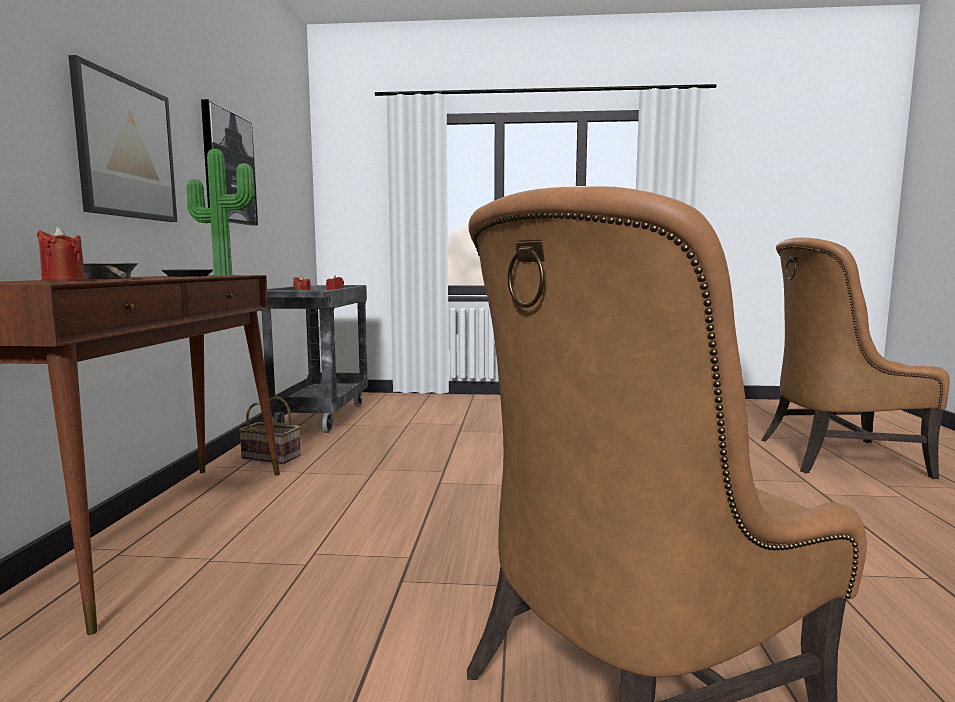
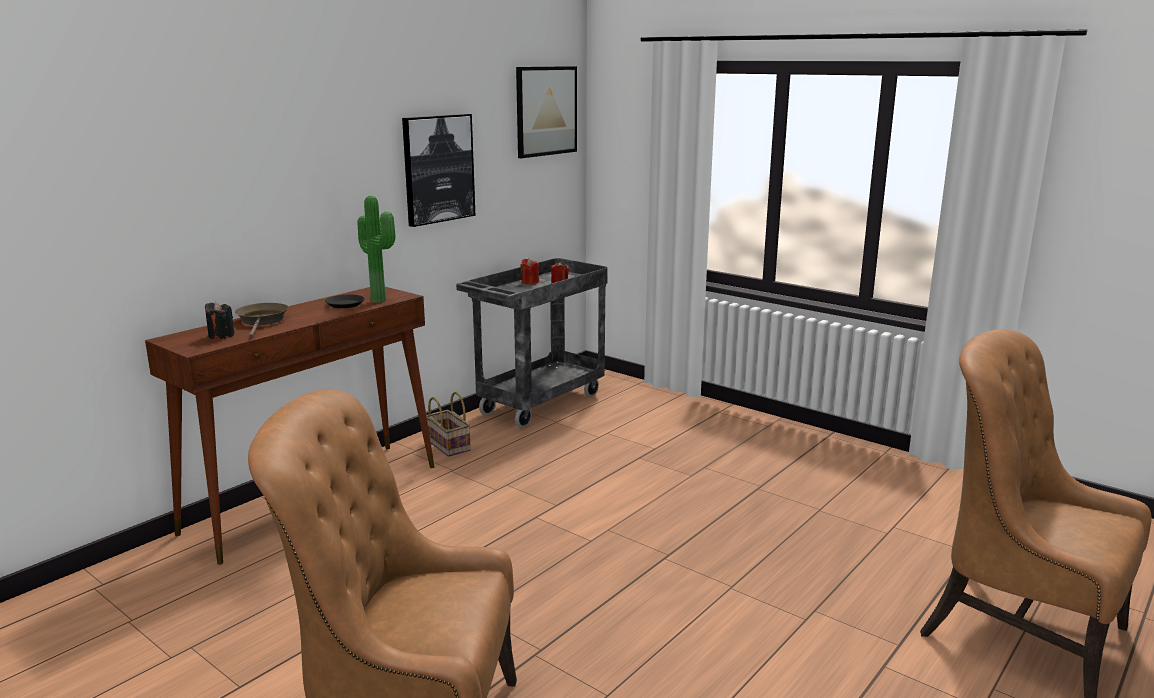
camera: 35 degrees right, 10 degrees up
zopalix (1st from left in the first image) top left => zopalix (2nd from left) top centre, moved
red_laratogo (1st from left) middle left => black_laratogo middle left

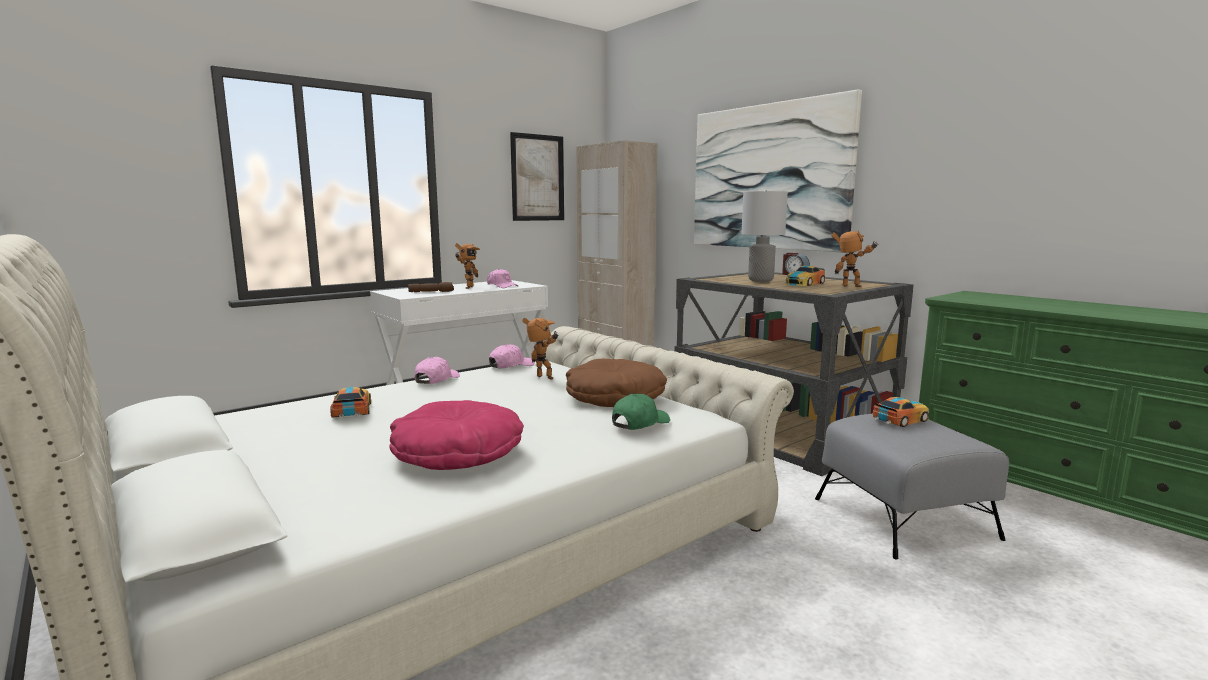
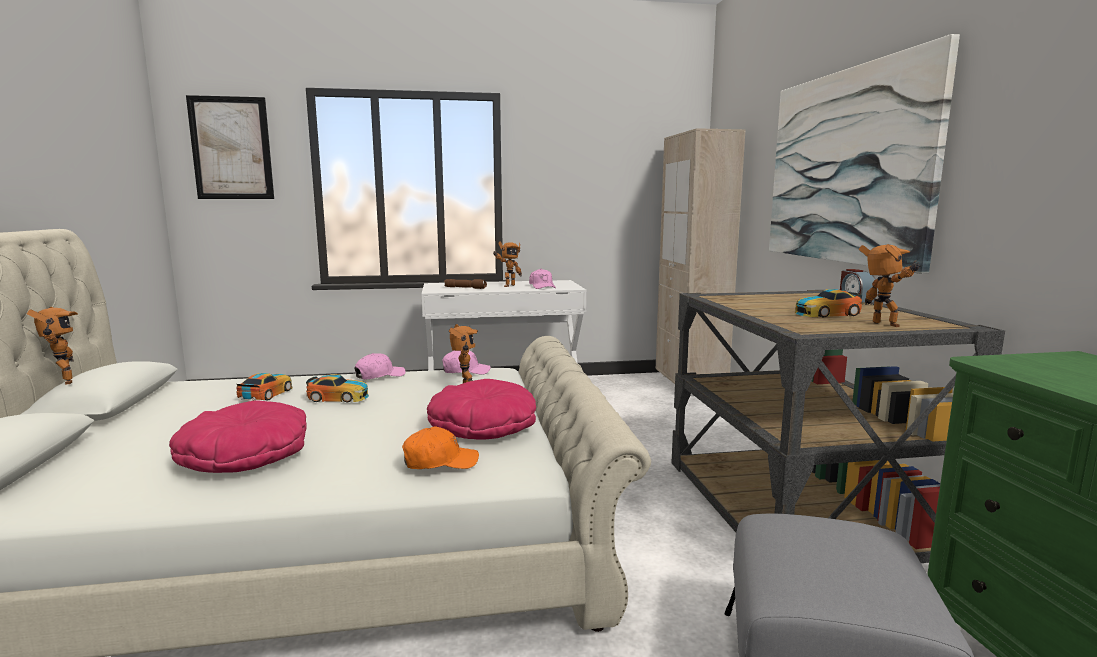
camera: 30 degrees right, 0 degrees up
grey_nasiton centre => nothing
nothing => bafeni (1st from left) middle left
zopalix (1st from left) top centre => zopalix (1st from left) top left, moved
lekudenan (3rd from left in the first image) middle right => lekudenan (2nd from left) middle left, moved
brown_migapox centre => pink_migapox (2nd from left) centre
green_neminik centre => orange_neminik bottom centre

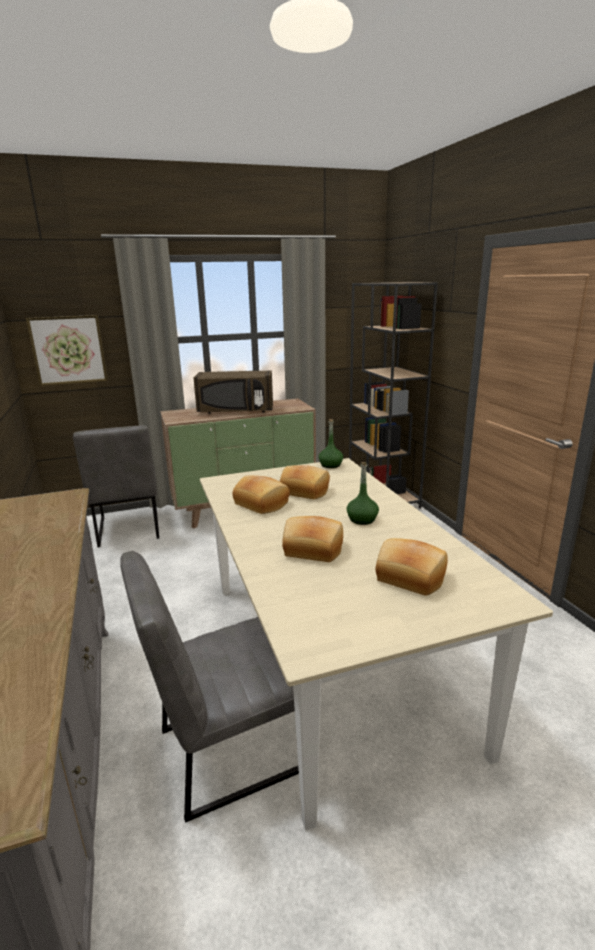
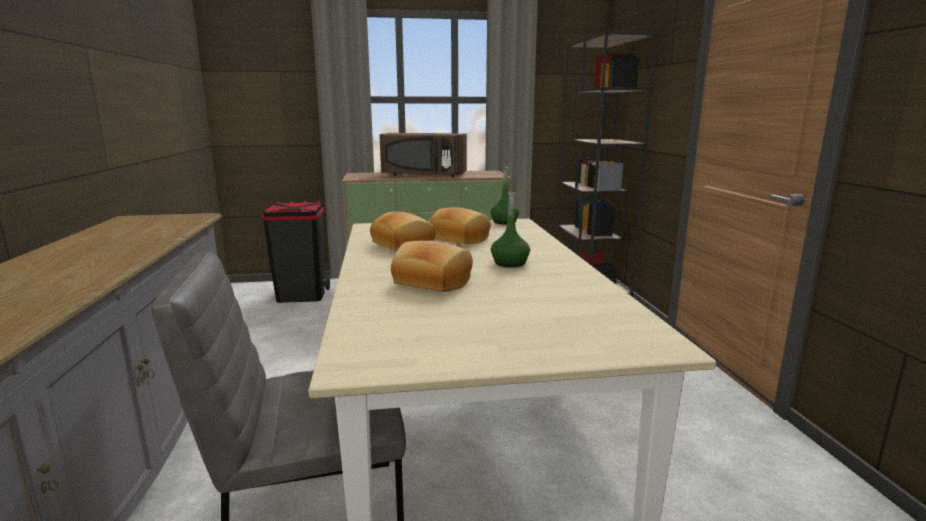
camera: 10 degrees right, 5 degrees down
zopalix middle left => nothing
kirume (4th from left) middle right => nothing
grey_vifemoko (1st from left) middle left => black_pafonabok middle left

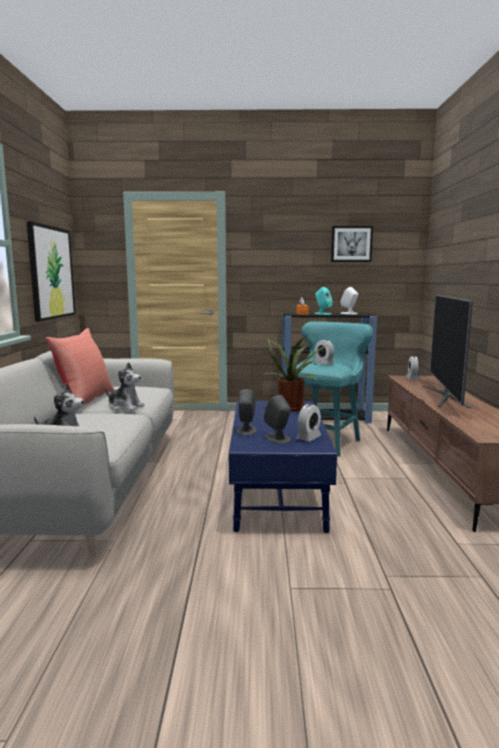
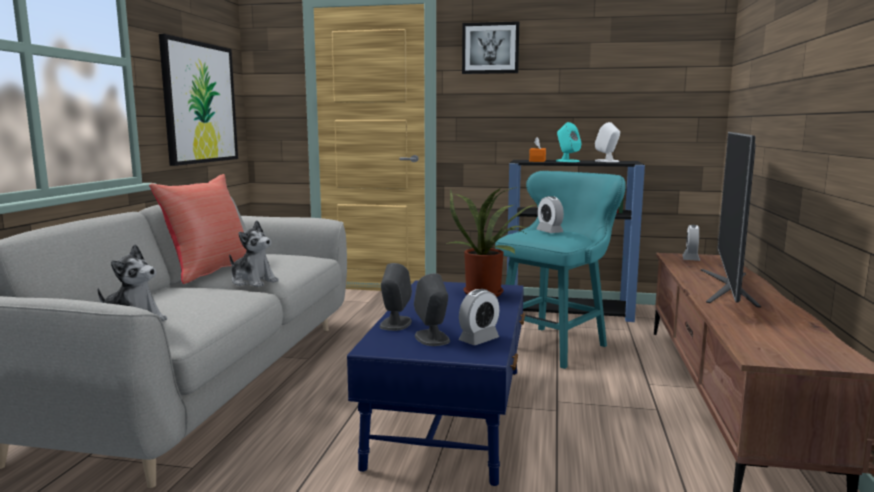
camera: 10 degrees right, 0 degrees up
zopalix (2nd from left) top right => zopalix (2nd from left) top centre, moved

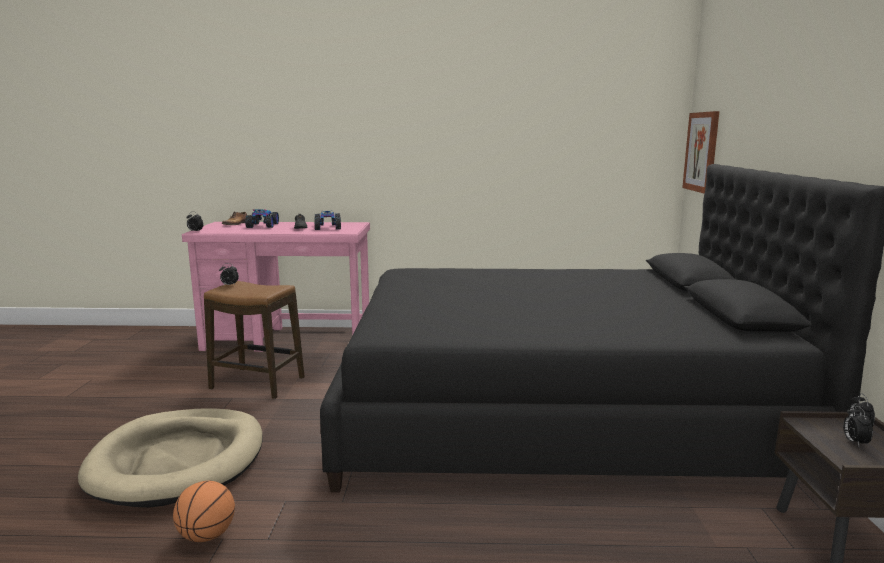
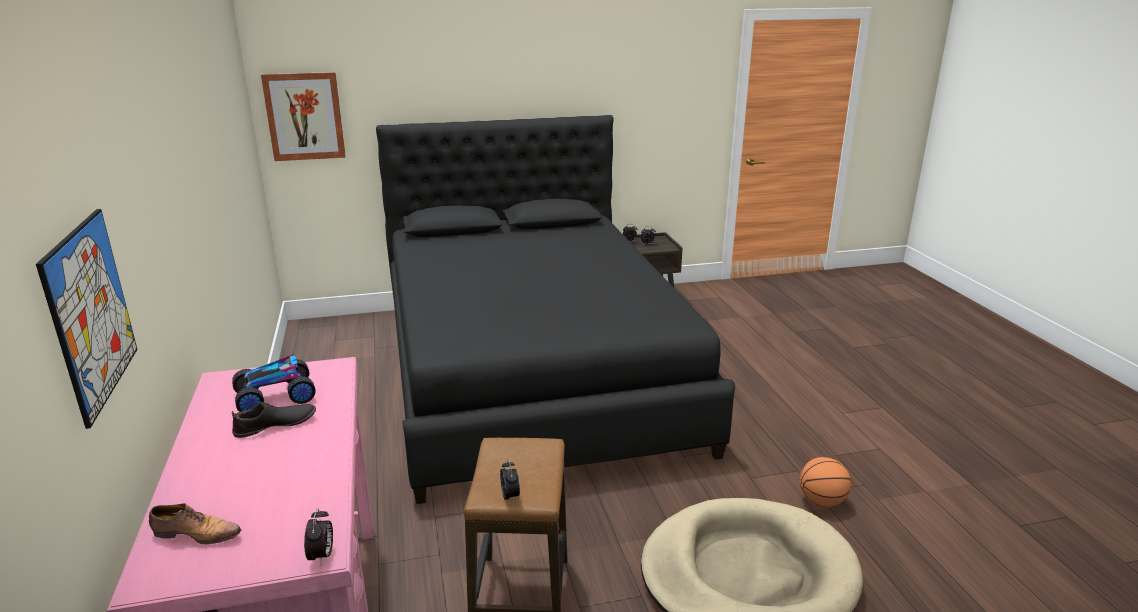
camera: 105 degrees left, 10 degrees up
lekudenan (1st from left) middle left => nothing
nothing => zopalix (1st from left) middle left

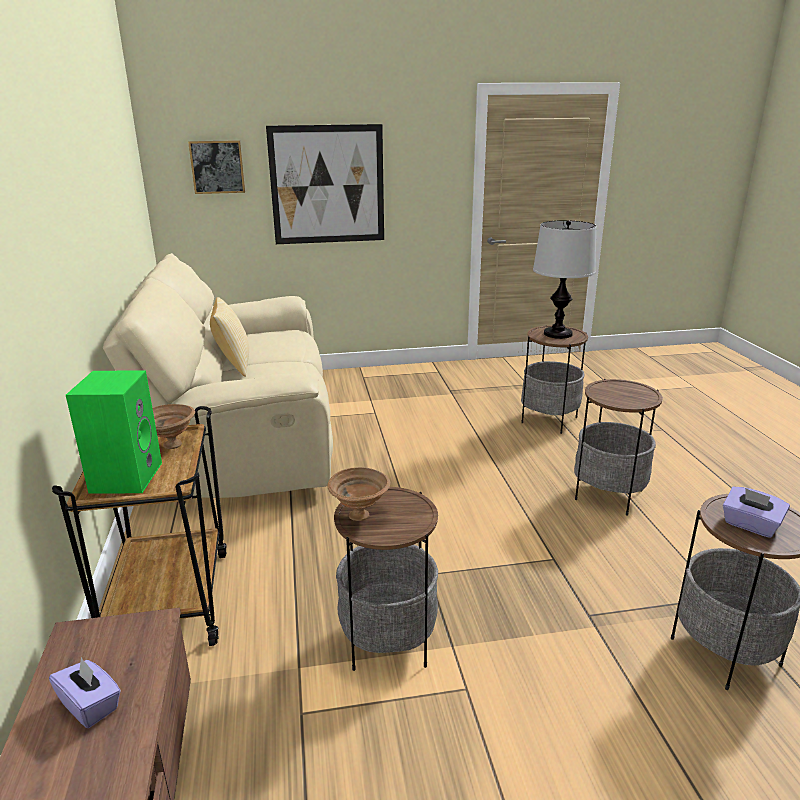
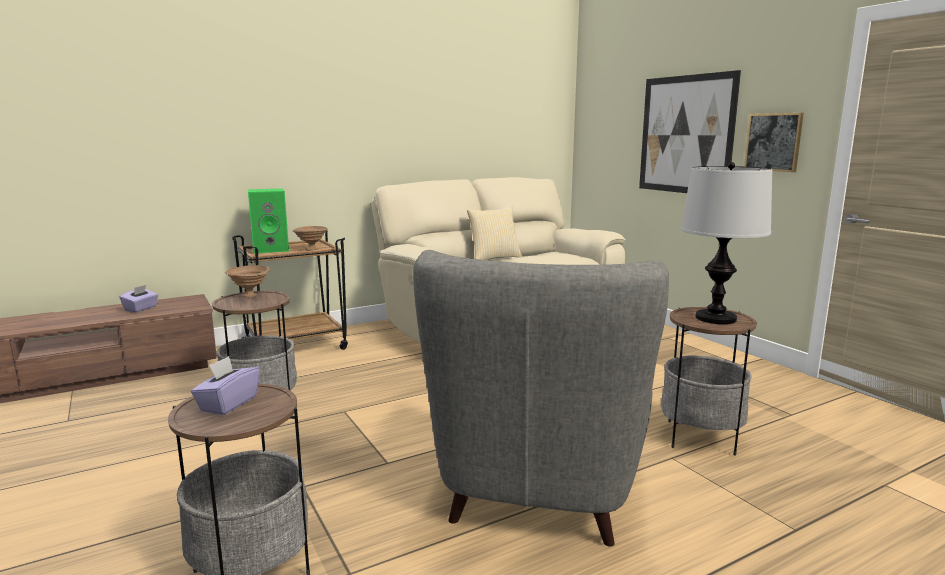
camera: 70 degrees right, 10 degrees down
zopalix (1st from left in the first image) top left => zopalix (2nd from left) top right, moved
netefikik (3rd from left) middle right => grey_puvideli bottom centre

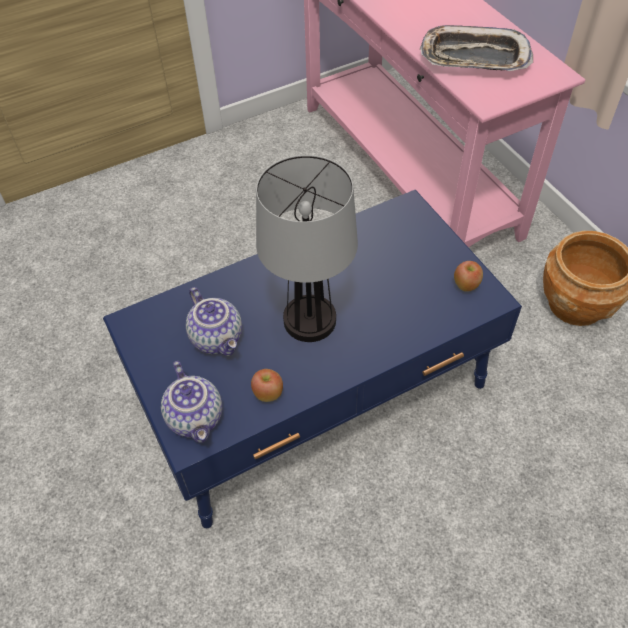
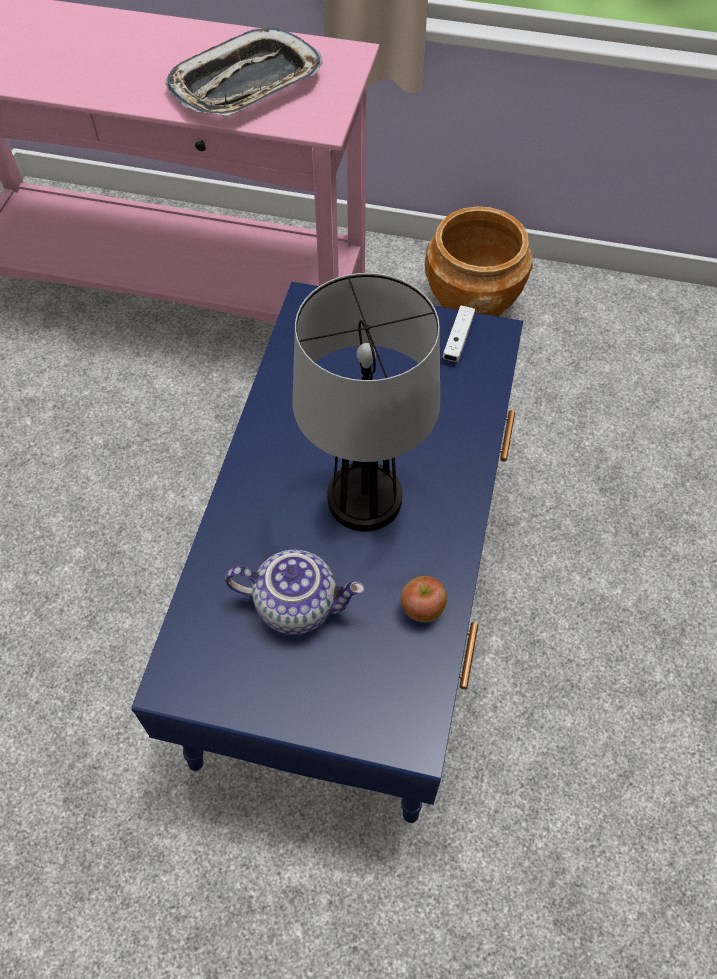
camera: 50 degrees left, 5 degrees up
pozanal (1st from left) middle left => nothing
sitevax (2nd from left) middle right => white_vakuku centre

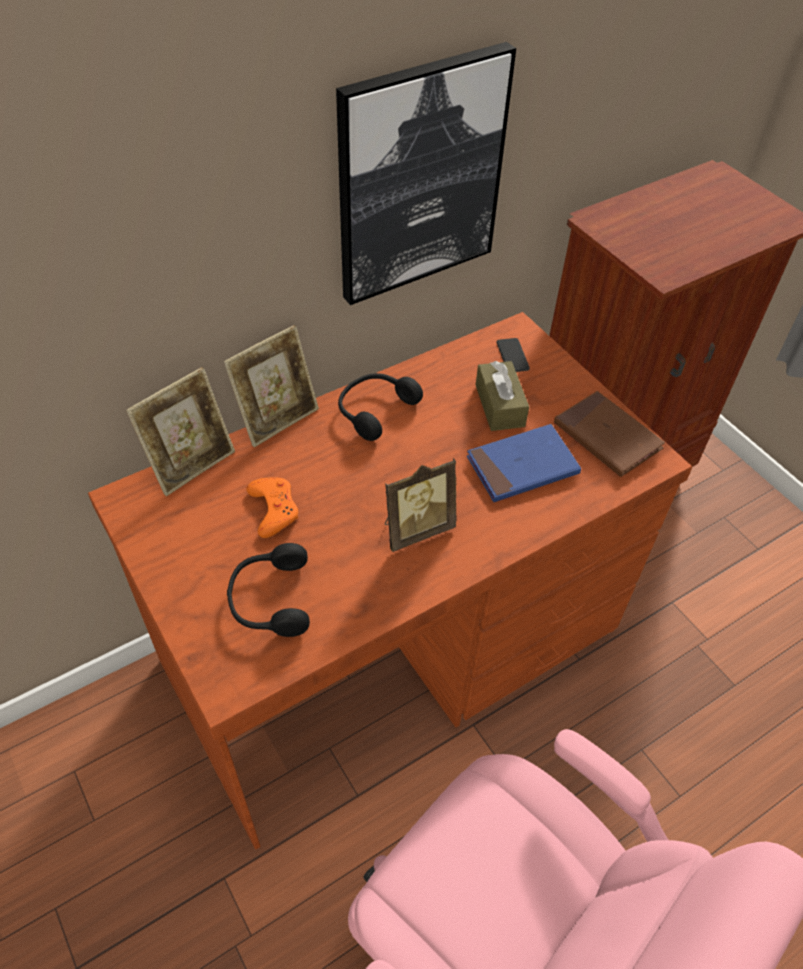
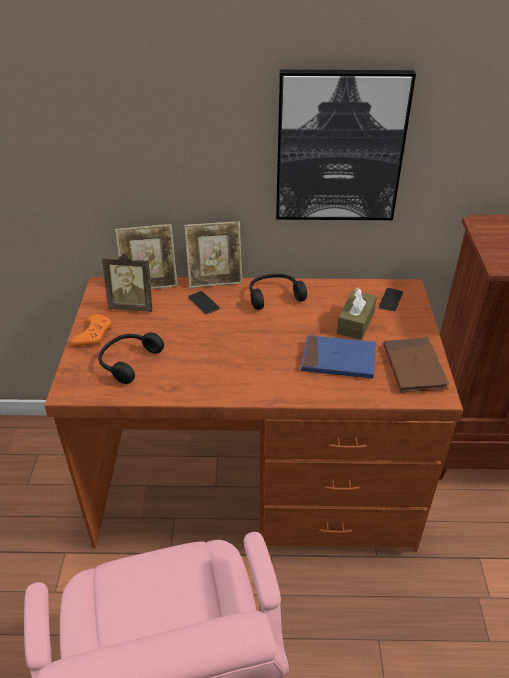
camera: 35 degrees right, 10 degrees down
nothing => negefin (1st from left) centre
orange_vakuku centre => orange_vakuku middle left, moved
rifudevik (3rd from left in the first image) centre => rifudevik (1st from left) middle left, moved

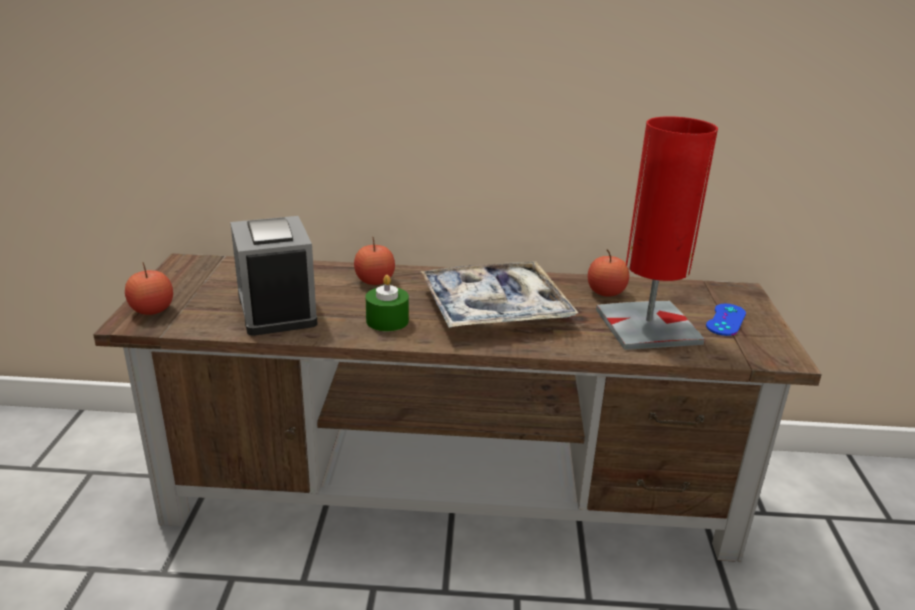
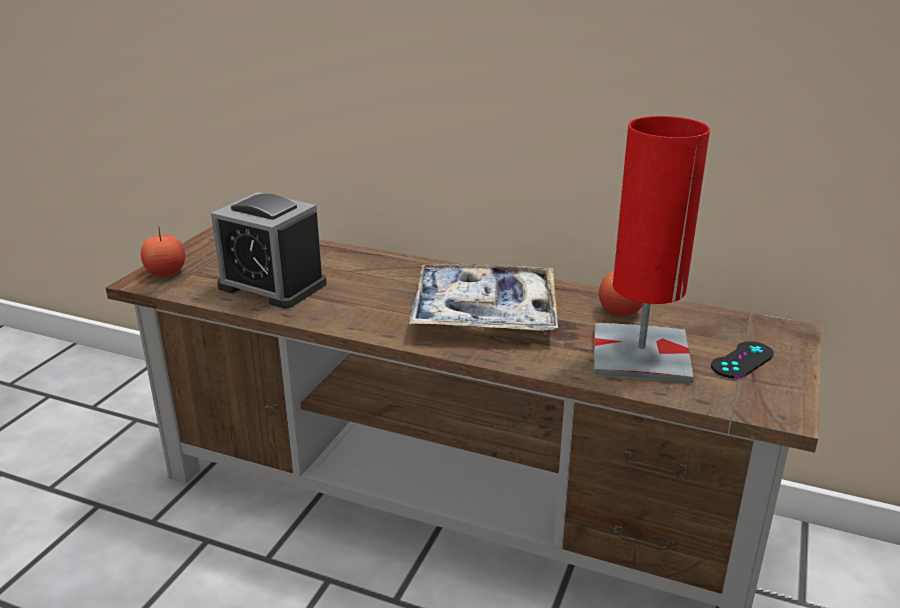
camera: 20 degrees right, 0 degrees up
sitevax (2nd from left) centre => nothing
green_laratogo centre => nothing
blue_vakuku middle right => black_vakuku middle right
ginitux middle left, 60 degrees counterclockwise

